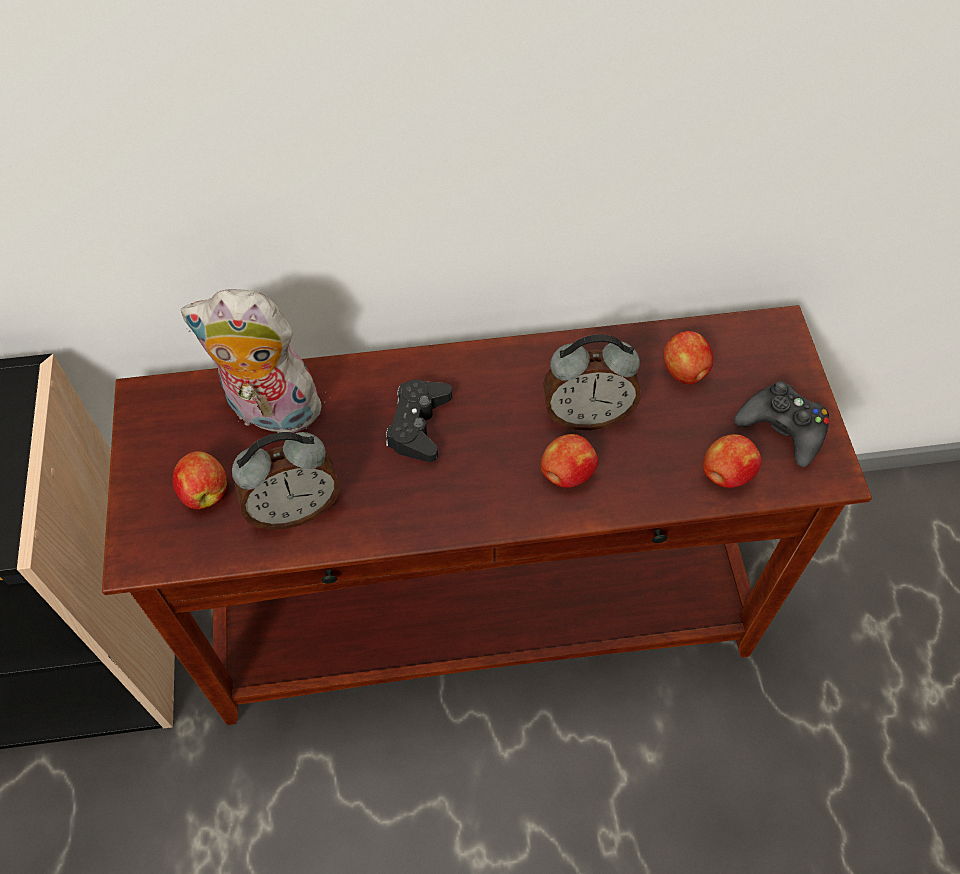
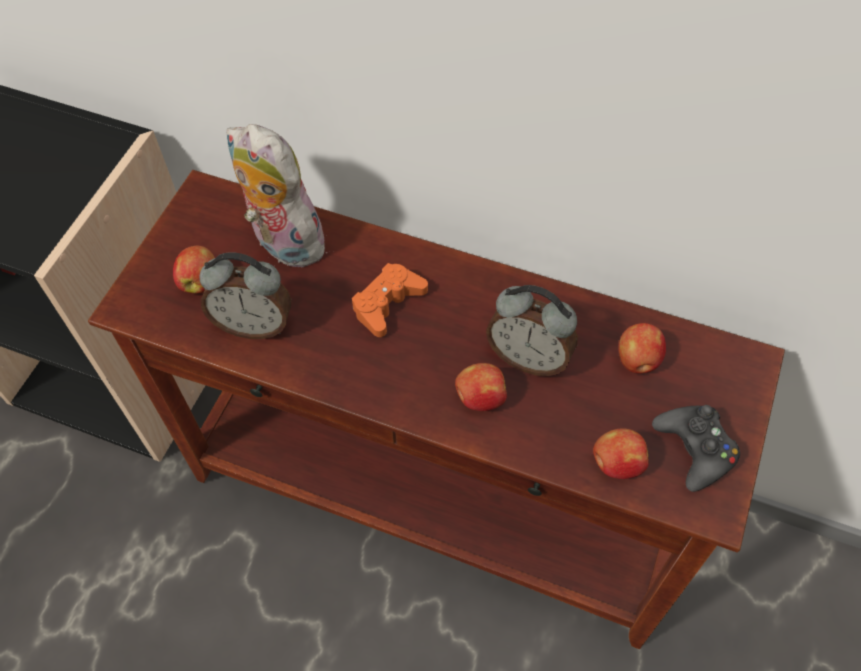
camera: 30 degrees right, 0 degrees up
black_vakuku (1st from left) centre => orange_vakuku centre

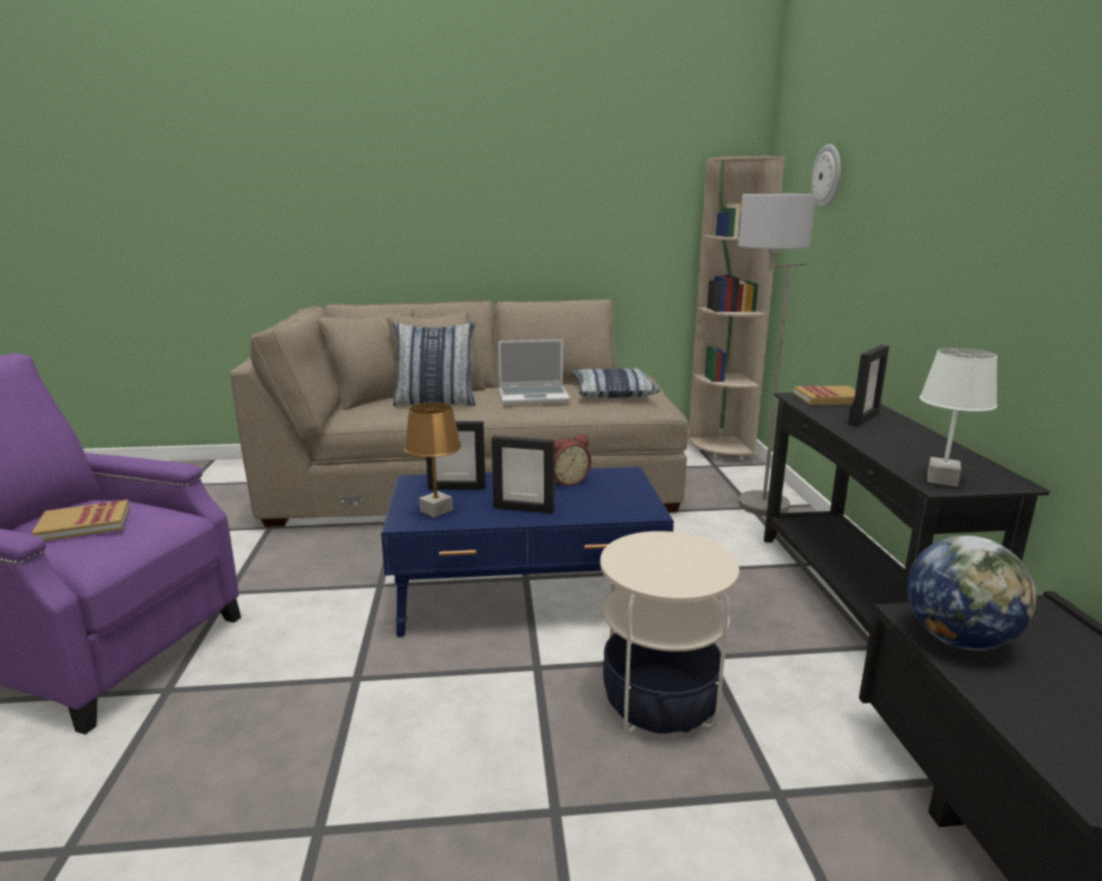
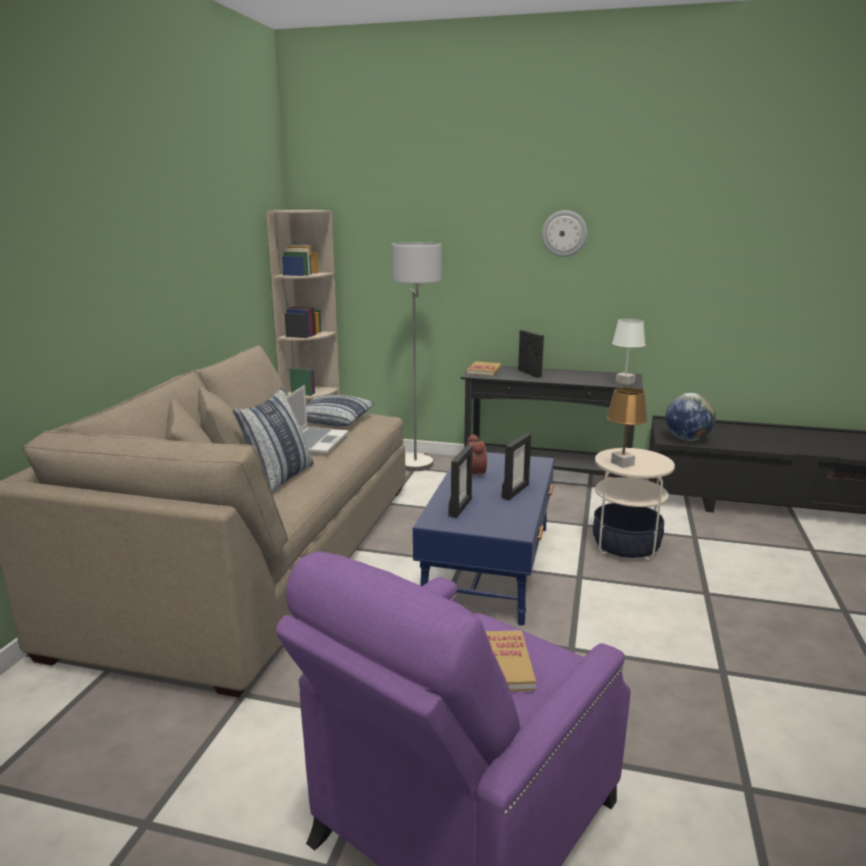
camera: 70 degrees left, 0 degrees up
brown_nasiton centre => brown_nasiton middle right, moved
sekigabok top right => sekigabok top centre, moved

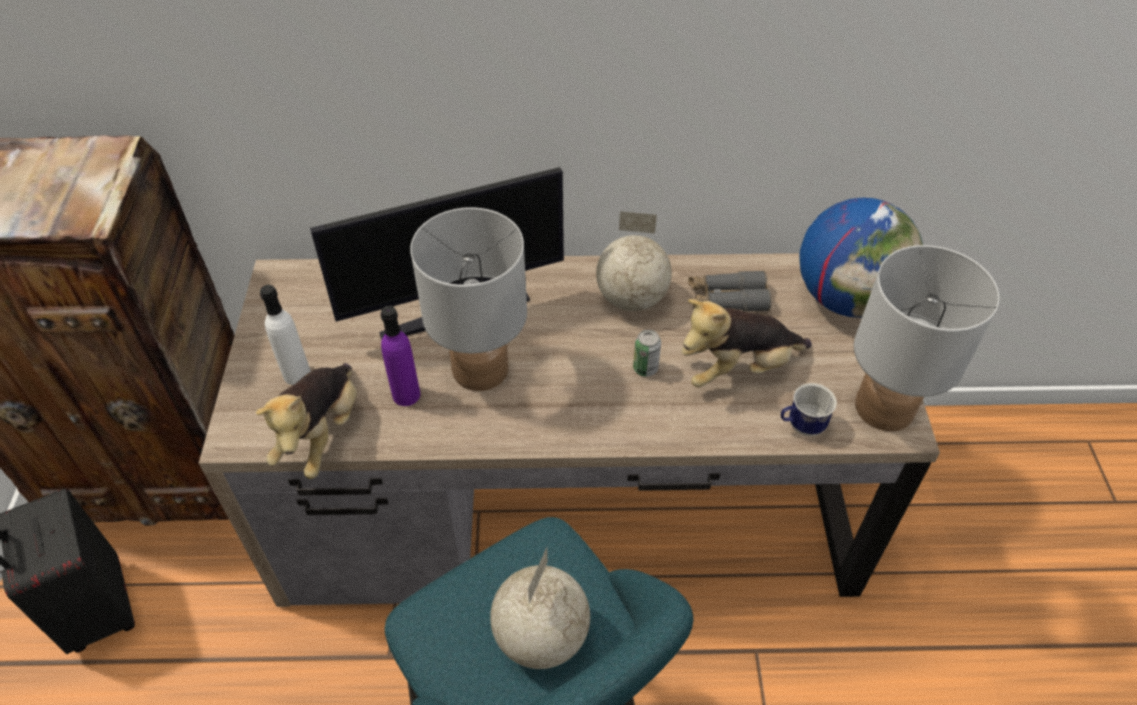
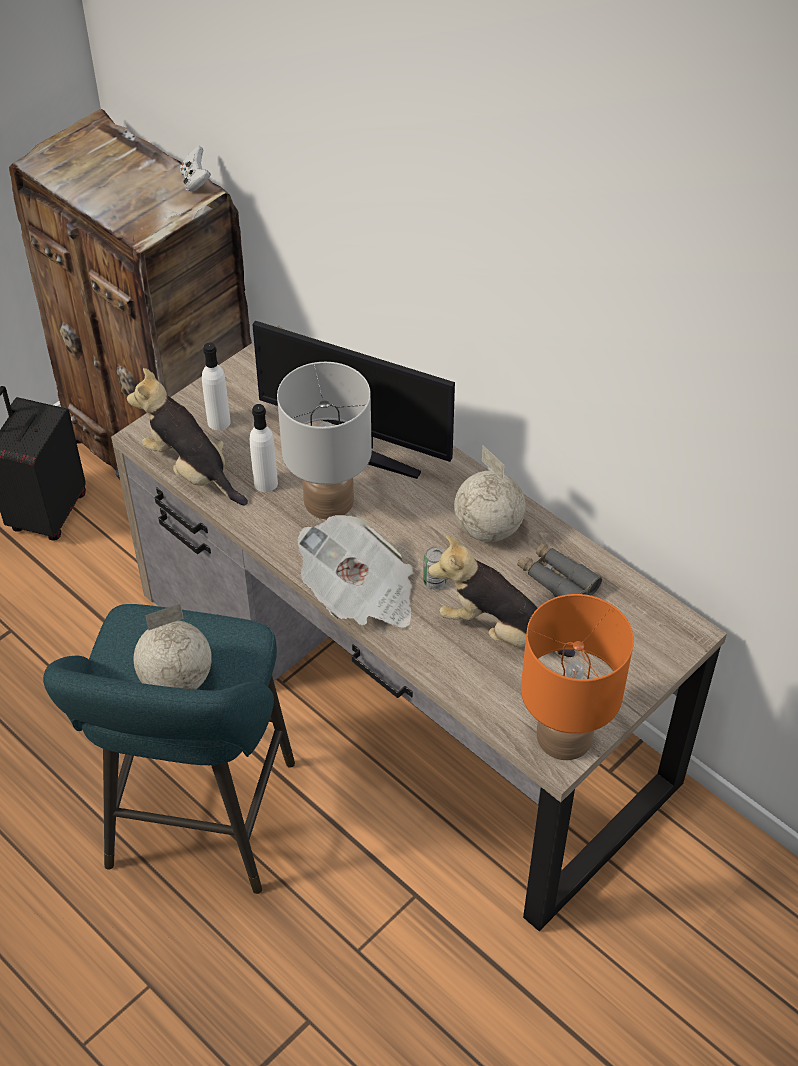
camera: 45 degrees right, 0 degrees up
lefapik middle right => nothing
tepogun (3rd from left) middle right => nothing
nothing => white_vakuku top left
nothing => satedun centre
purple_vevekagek centre => white_vevekagek (2nd from left) middle left
grey_nasiton (2nd from left) middle right => orange_nasiton middle right
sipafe (1st from left) middle left, 75 degrees clockwise

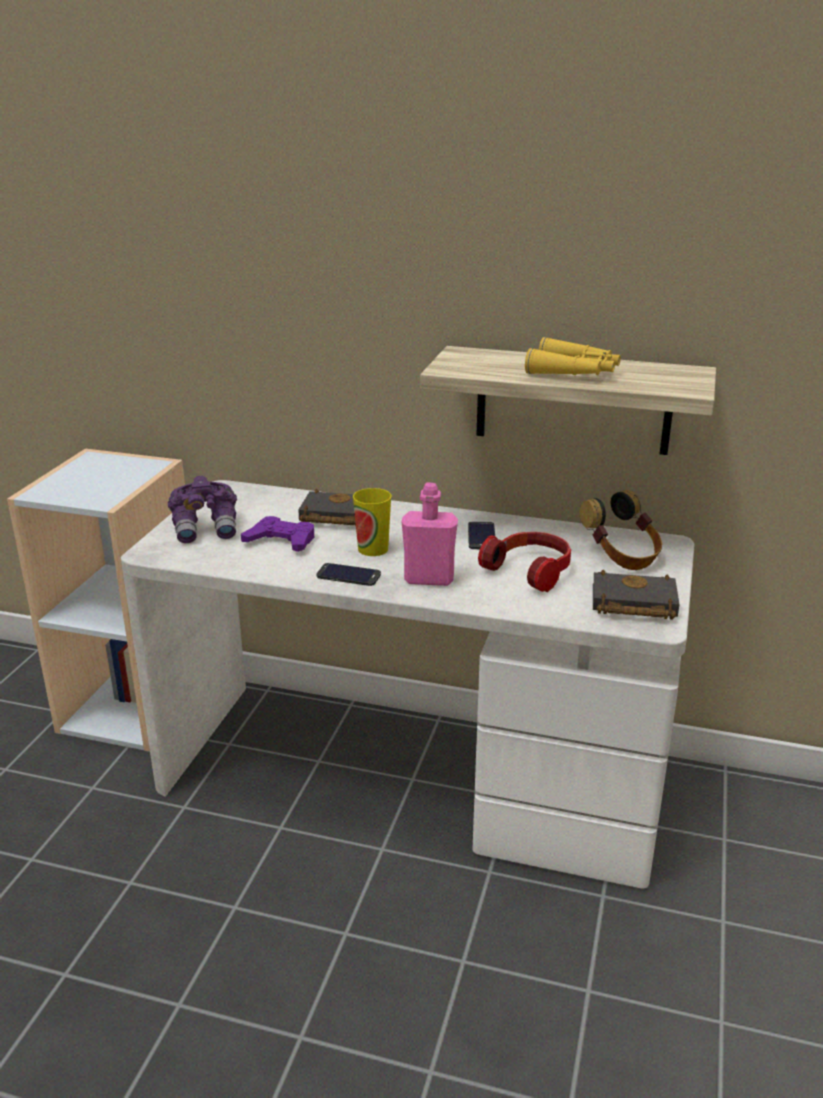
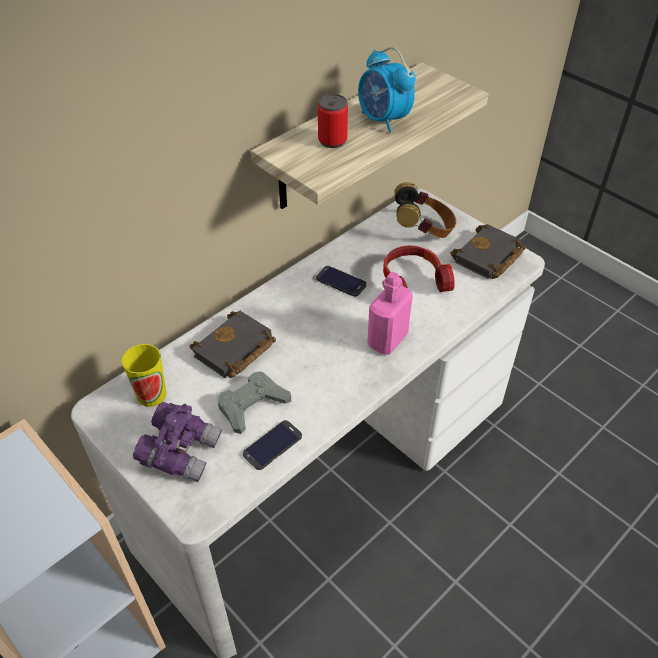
camera: 60 degrees left, 20 degrees up
nothing => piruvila top centre
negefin (1st from left) centre => negefin (1st from left) bottom centre, moved
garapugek centre => garapugek middle left, moved
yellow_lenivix top right => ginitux top centre
purple_vakuku centre => grey_vakuku centre

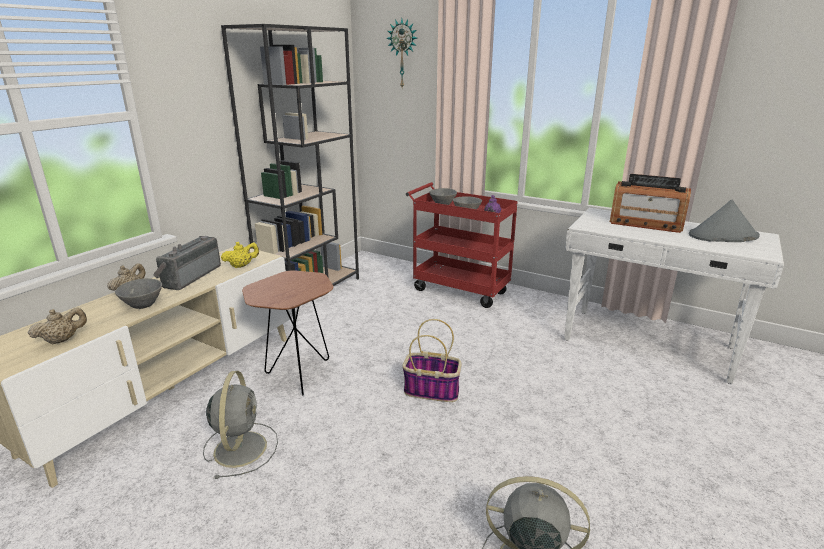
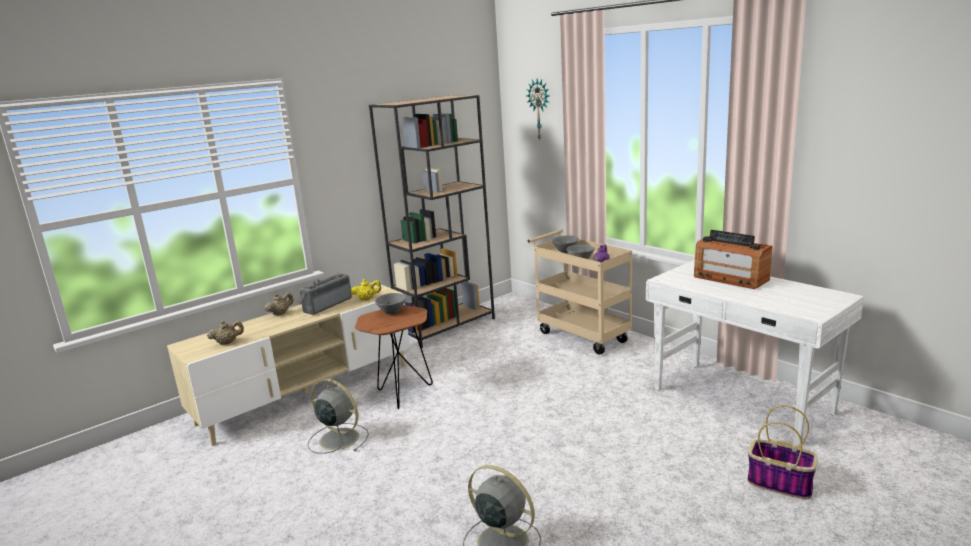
camera: 20 degrees right, 5 degrees down
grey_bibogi middle right => nothing
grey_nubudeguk (1st from left) middle left => grey_nubudeguk (1st from left) centre, moved
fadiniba centre => fadiniba bottom right, moved
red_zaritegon centre => beige_zaritegon centre
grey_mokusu (1st from left) bottom left => grey_mokusu (1st from left) bottom centre, 75 degrees counterclockwise

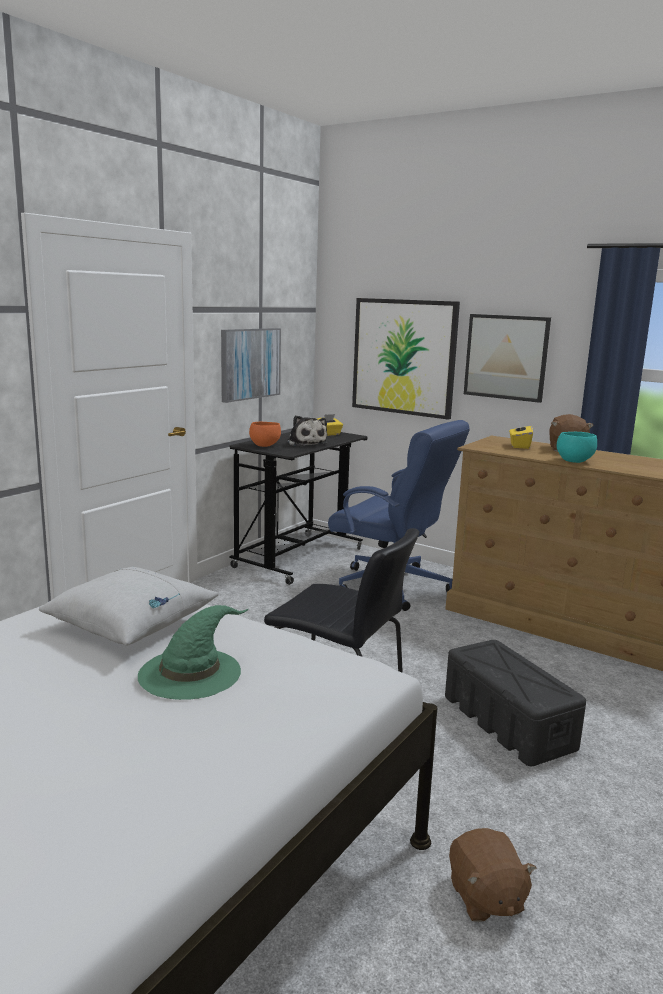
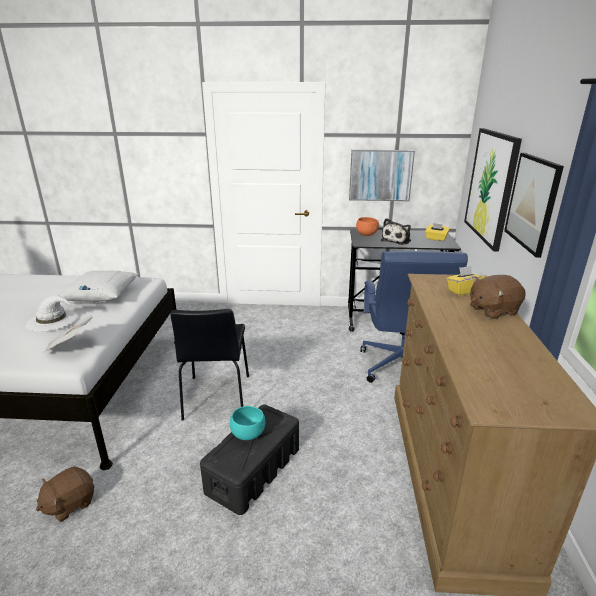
camera: 60 degrees right, 10 degrees up
nothing => satedun middle left
turquoise_nubudeguk middle right => turquoise_nubudeguk bottom centre, moved
green_bibogi middle left => white_bibogi middle left

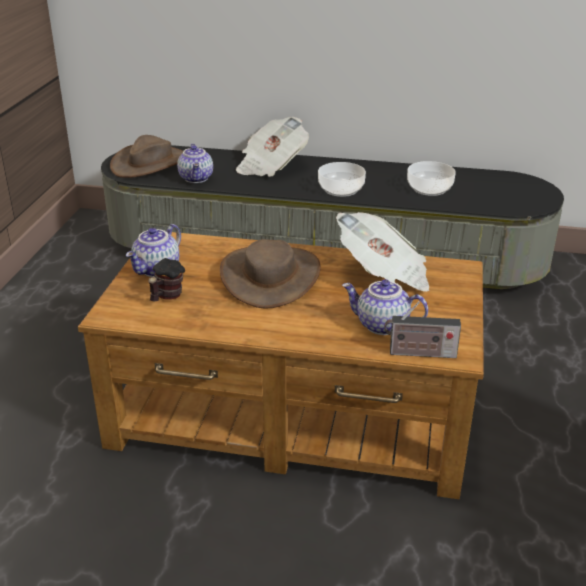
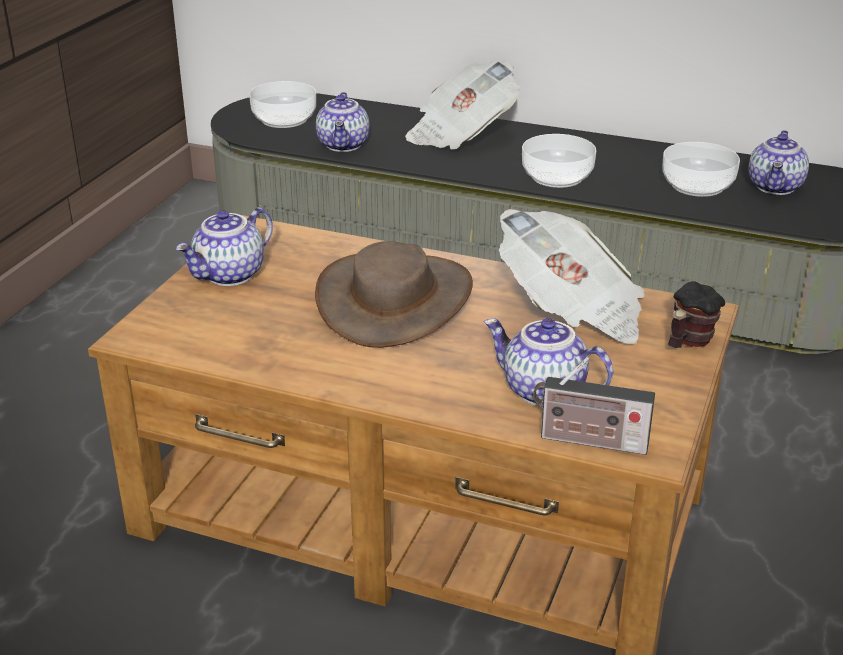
camera: 10 degrees right, 0 degrees up
nothing => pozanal (4th from left) top right
lefapik middle left => lefapik middle right, moved
brown_bibogi (1st from left) top left => nubudeguk (1st from left) top centre

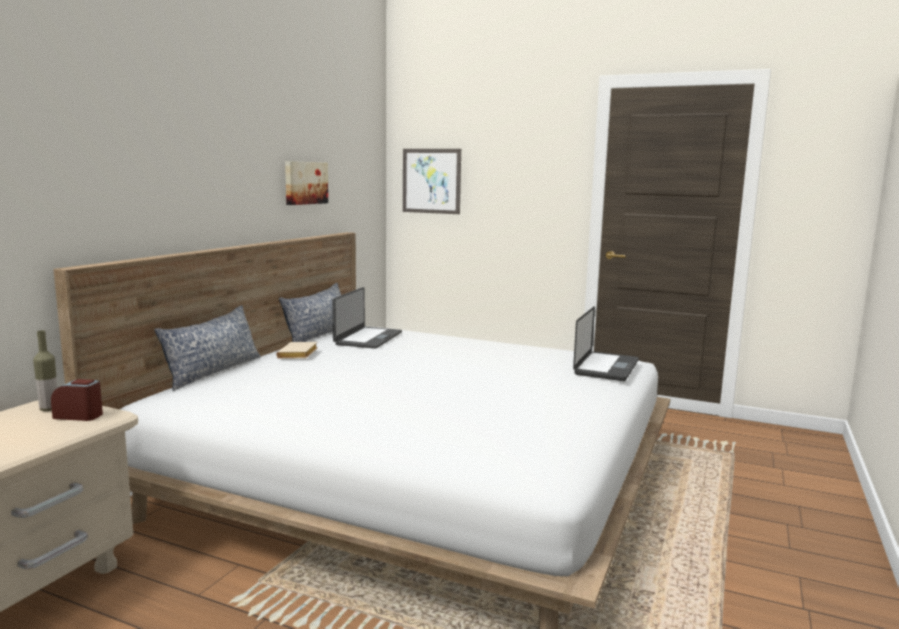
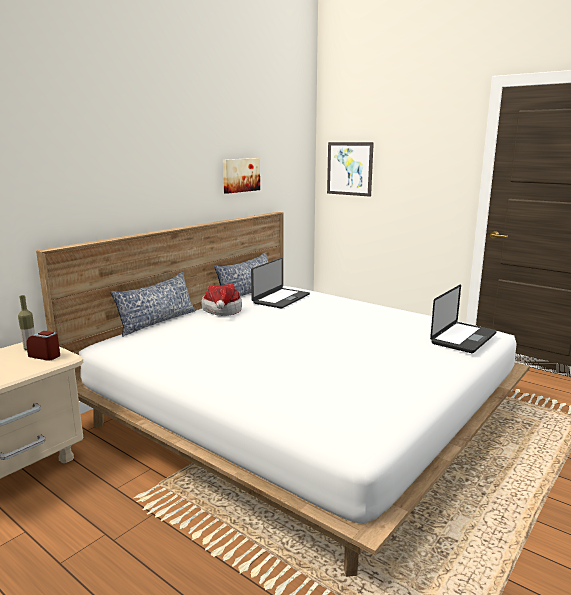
camera: 15 degrees right, 5 degrees up
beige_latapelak middle left => bibogi centre

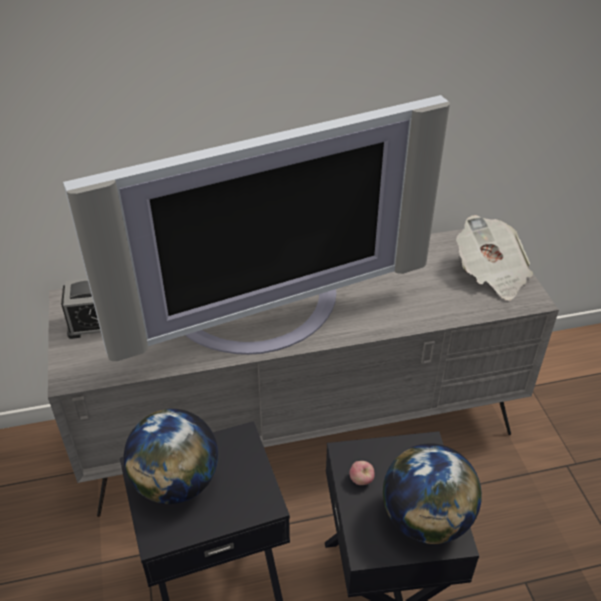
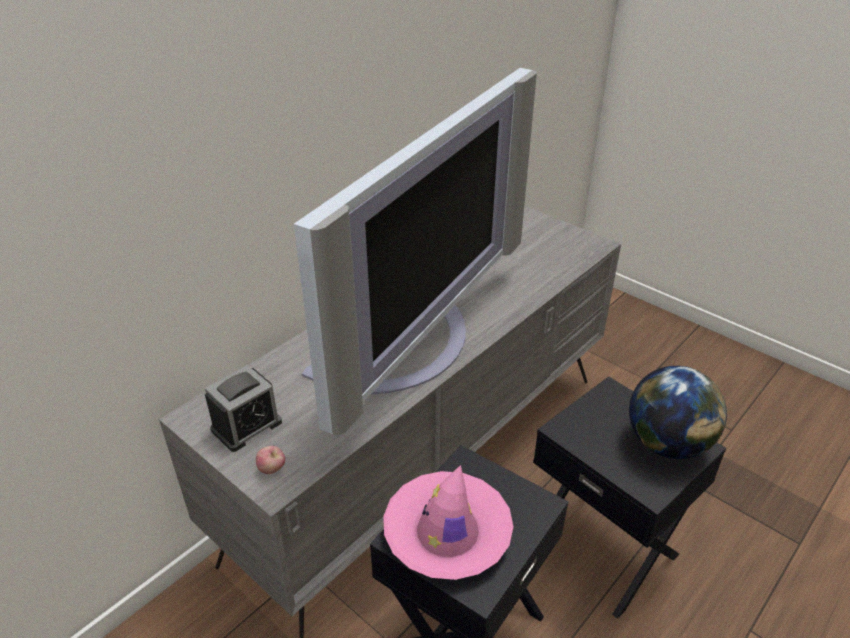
camera: 35 degrees left, 5 degrees down
satedun middle right => nothing
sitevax bottom centre => sitevax bottom left, moved
tepogun (1st from left) bottom left => pink_bibogi bottom centre

